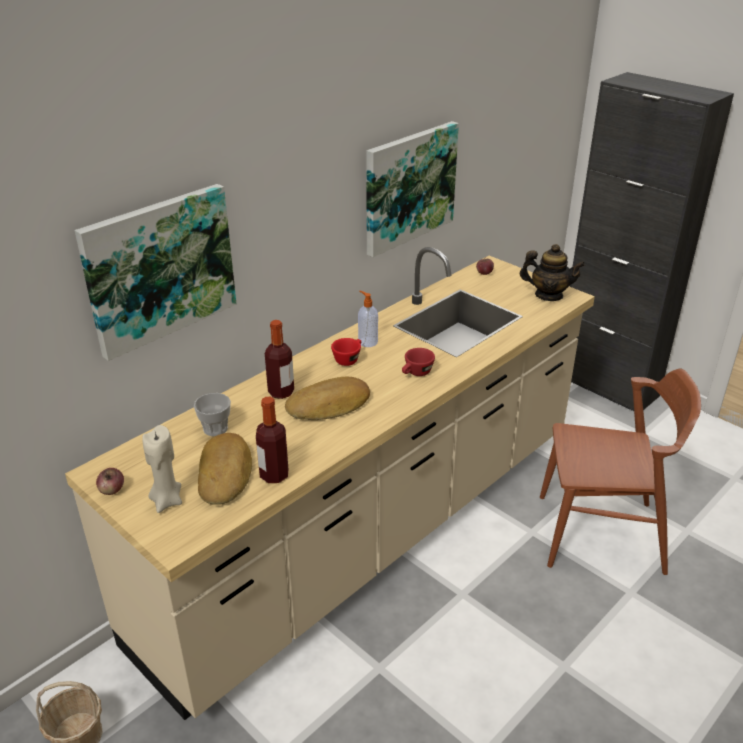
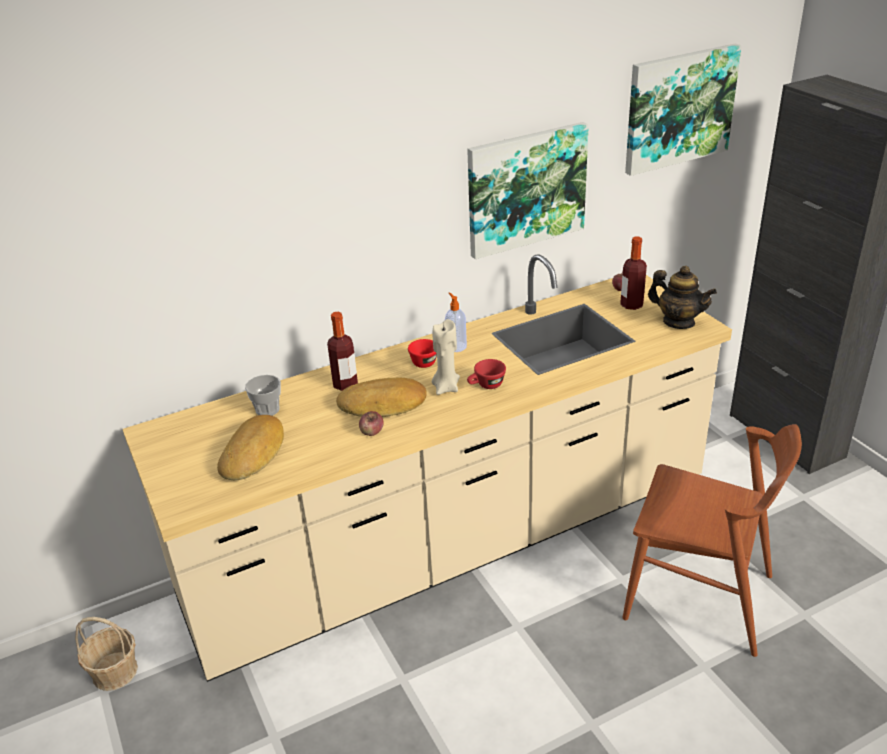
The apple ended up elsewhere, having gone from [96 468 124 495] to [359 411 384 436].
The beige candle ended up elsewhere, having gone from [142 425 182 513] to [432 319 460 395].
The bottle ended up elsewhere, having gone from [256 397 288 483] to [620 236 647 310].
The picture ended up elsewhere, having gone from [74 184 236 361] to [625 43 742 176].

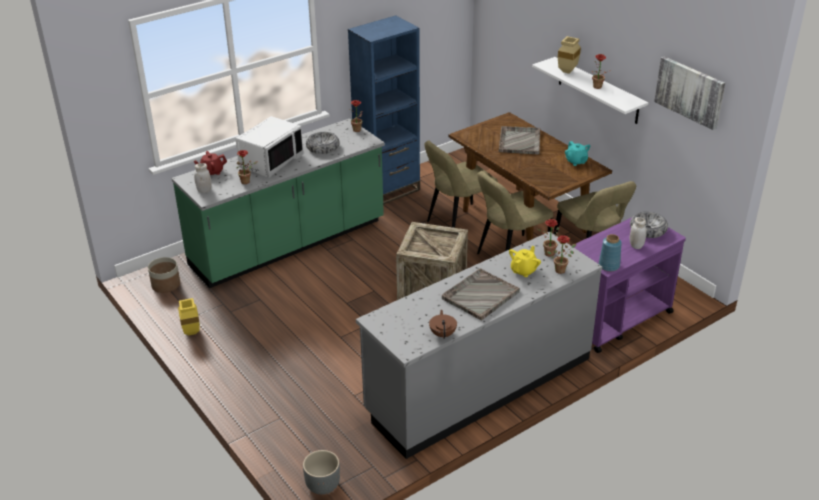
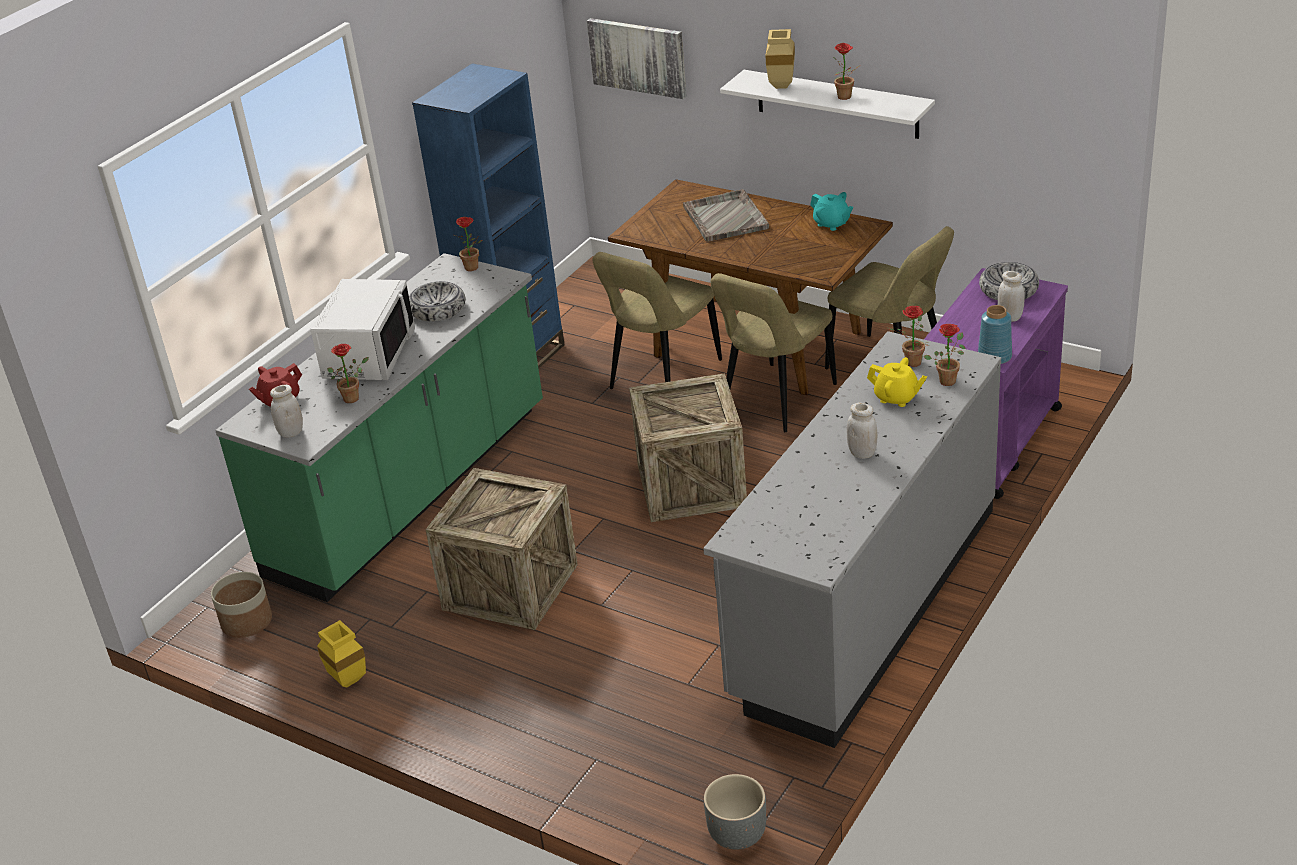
The second view gained the crate at [425 468 578 630].
The picture ended up elsewhere, having gone from [654 56 725 130] to [587 18 687 99].
Where the grey tray stood at [442 268 520 321], the white jar came to stand at [847 403 877 459].
The yellow teapot at [509 246 541 277] ended up facing another way, 105 degrees clockwise from before.
The second view lost the brown teapot at [429 310 457 339].

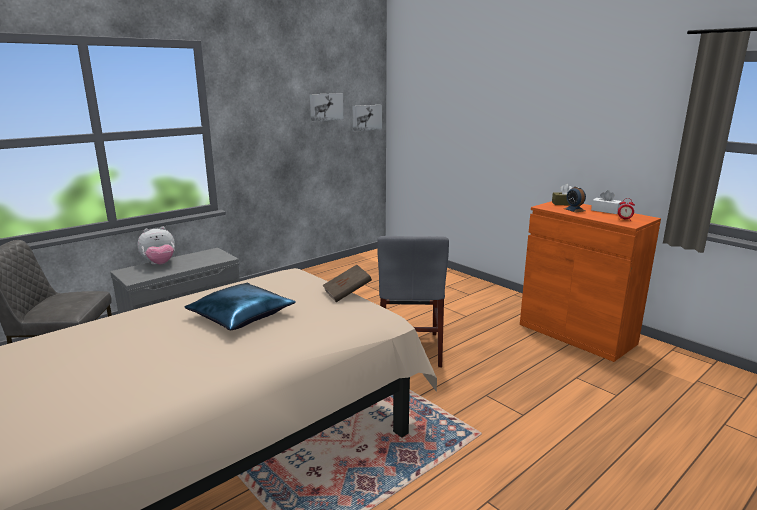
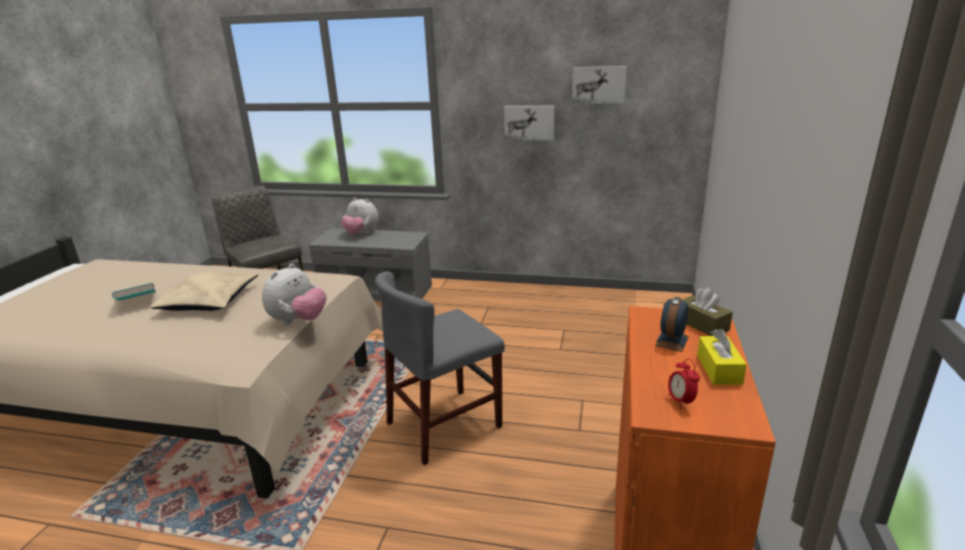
The second view gained the turquoise book at [112 283 156 300].
What was the blue pillow at [184 283 296 330] turned into the beige pillow at [150 272 259 311].
Where the brown book stood at [322 265 372 302], the plush toy came to stand at [262 263 326 325].
The picture ended up elsewhere, having gone from [353 105 382 132] to [504 106 554 141].
What was the white tissue box at [591 190 622 214] turned into the yellow tissue box at [697 329 747 385].

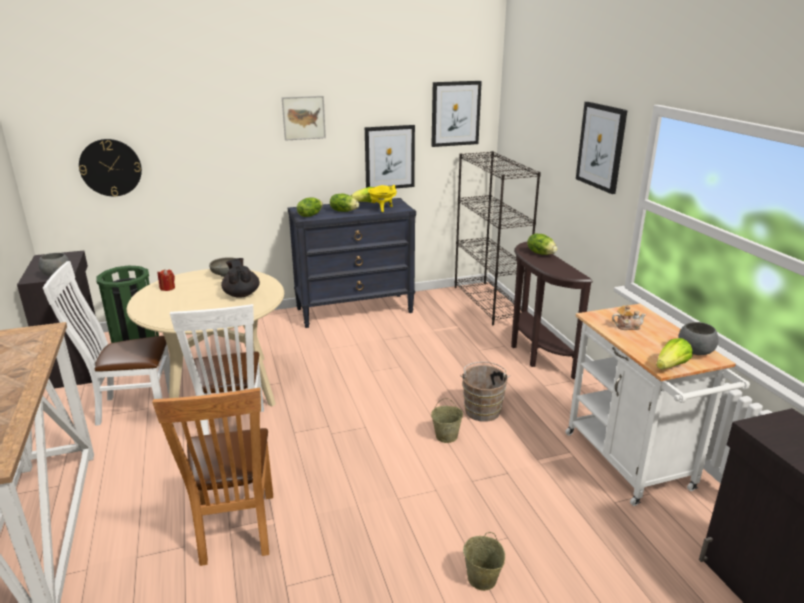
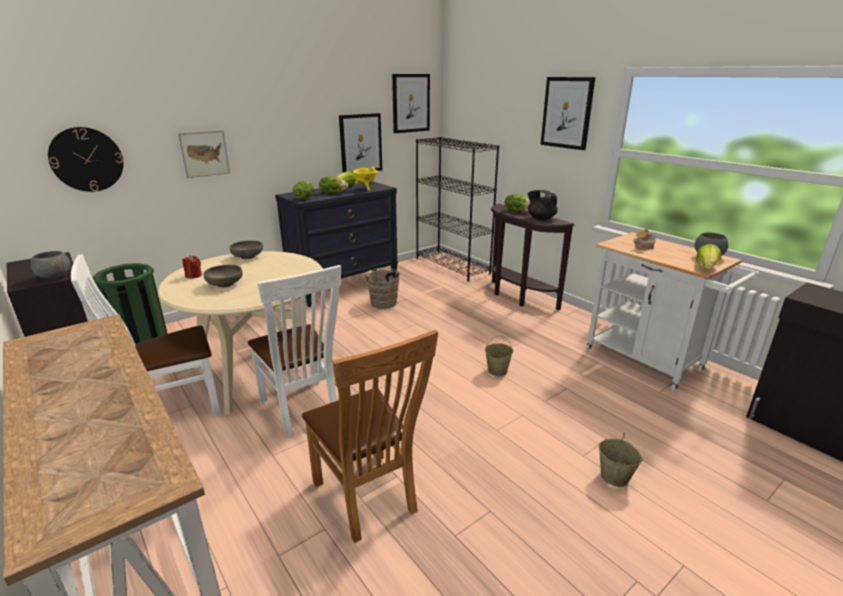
The picture ended up elsewhere, having gone from [282 96 326 141] to [178 130 230 178].
The second view gained the grey bowl at [203 265 243 288].
The brown bucket ended up elsewhere, having gone from [460 362 510 422] to [365 268 401 309].
The black teapot ended up elsewhere, having gone from [221 258 260 298] to [528 190 558 220].

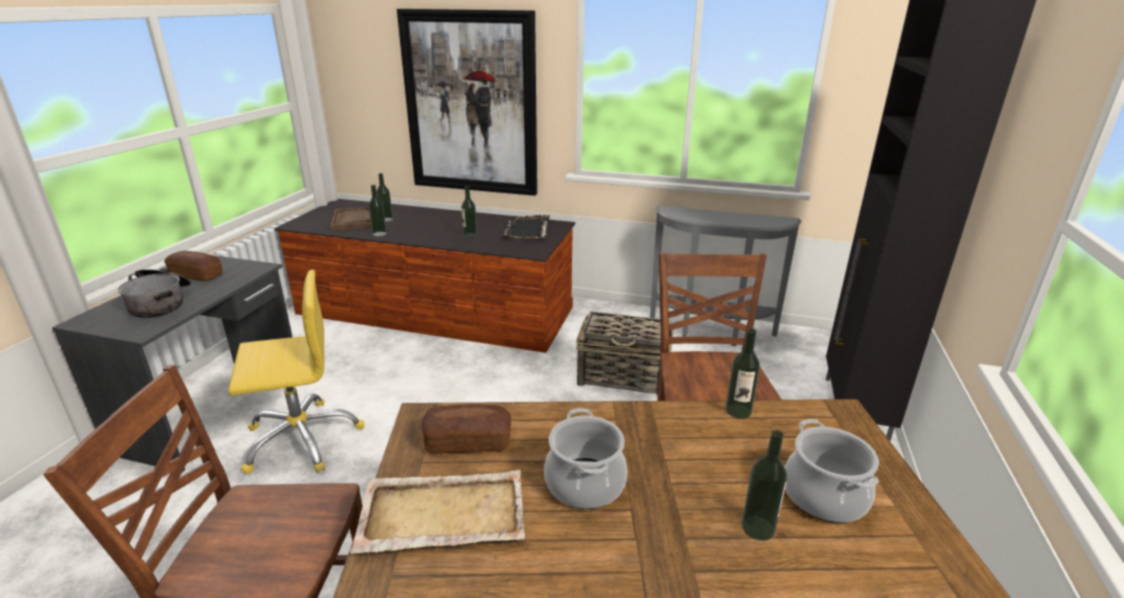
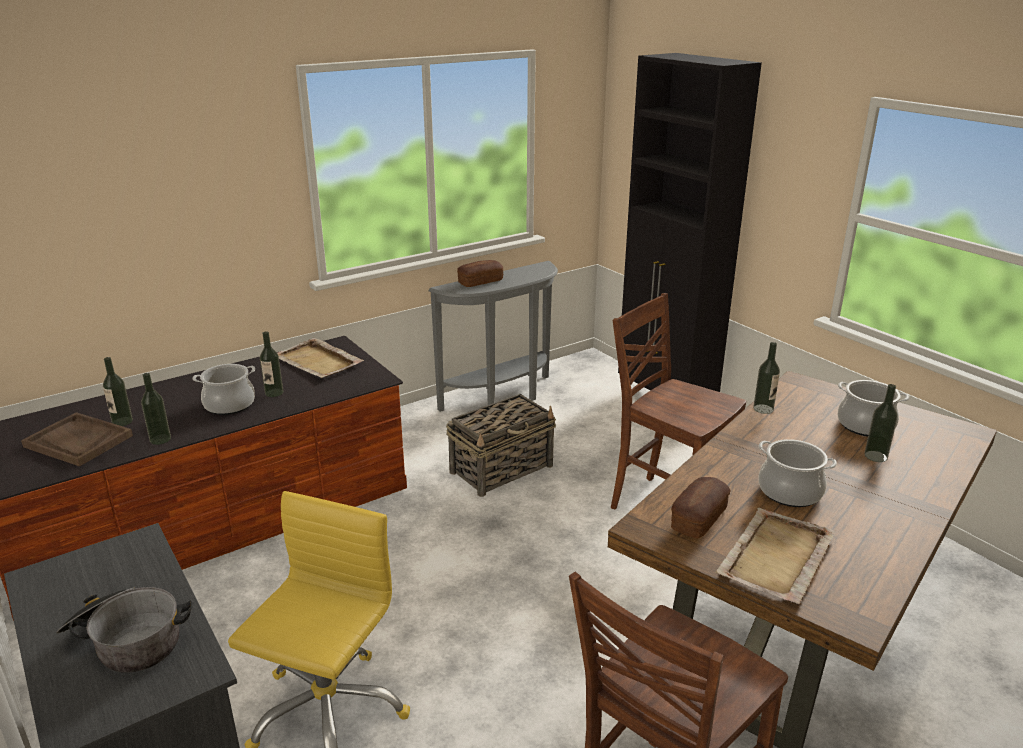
The second view gained the cooking pot at [193 364 255 415].
What was the black tray at [503 215 550 239] turned into the beige tray at [278 338 364 378].
The bread ended up elsewhere, having gone from [164 251 223 281] to [457 260 503 287].
The second view lost the picture at [397 9 537 196].

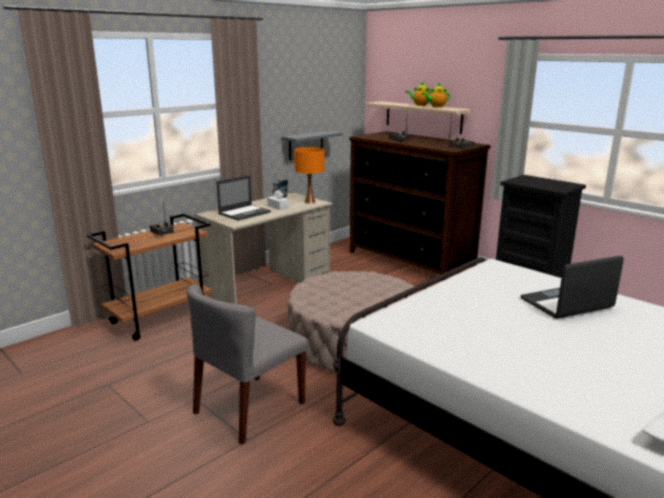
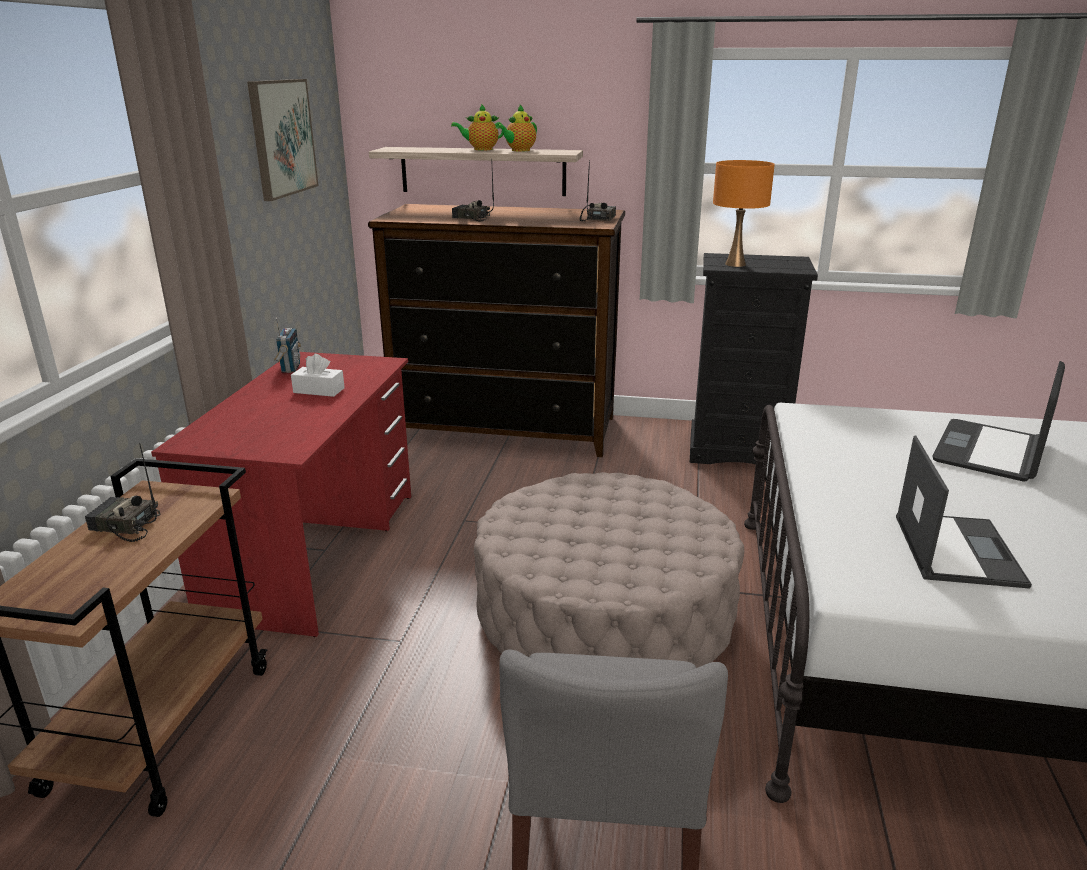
What was the beige desk at [195 192 333 304] turned into the red desk at [151 352 411 637].
The second view gained the picture at [247 79 319 201].
The orange table lamp ended up elsewhere, having gone from [294 147 324 203] to [713 160 775 267].
The laptop ended up elsewhere, having gone from [216 175 271 221] to [896 436 1032 589].
The second view lost the grey shelf at [282 130 343 160].

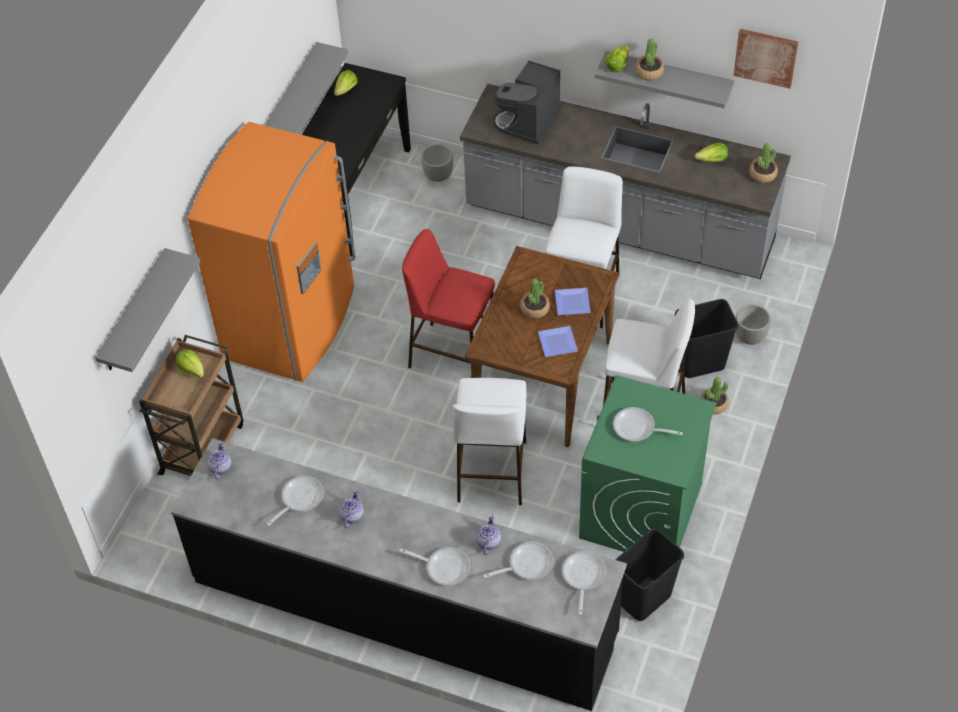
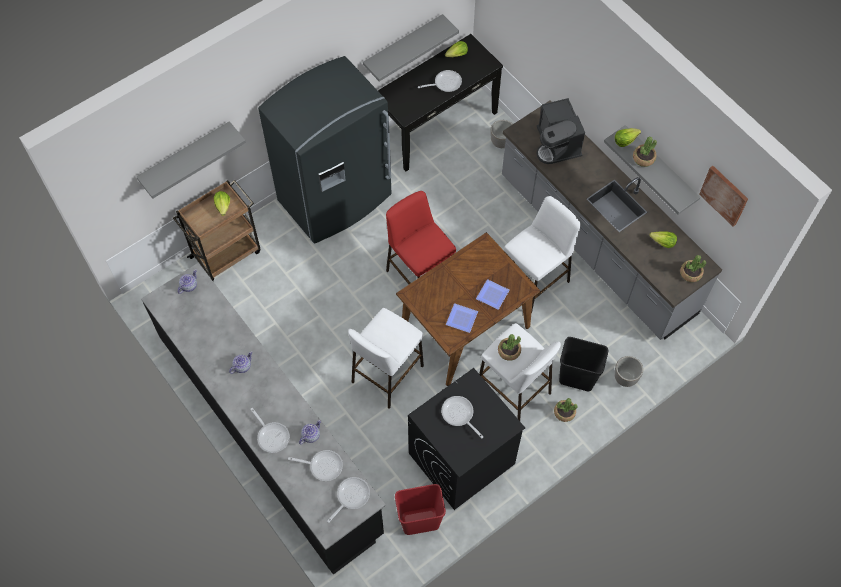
What was the orange fridge at [188 122 355 382] turned into the grey fridge at [258 56 392 244].
What was the black trash can at [615 529 684 621] turned into the red trash can at [395 484 446 535].
What was the green washing machine at [579 375 717 552] turned into the black washing machine at [408 368 525 510].
The frying pan ended up elsewhere, having gone from [266 476 324 526] to [418 70 462 92].
The potted plant ended up elsewhere, having gone from [520 279 550 319] to [498 334 521 361].
The coffee machine at [493 60 564 145] ended up facing another way, 75 degrees counterclockwise from before.

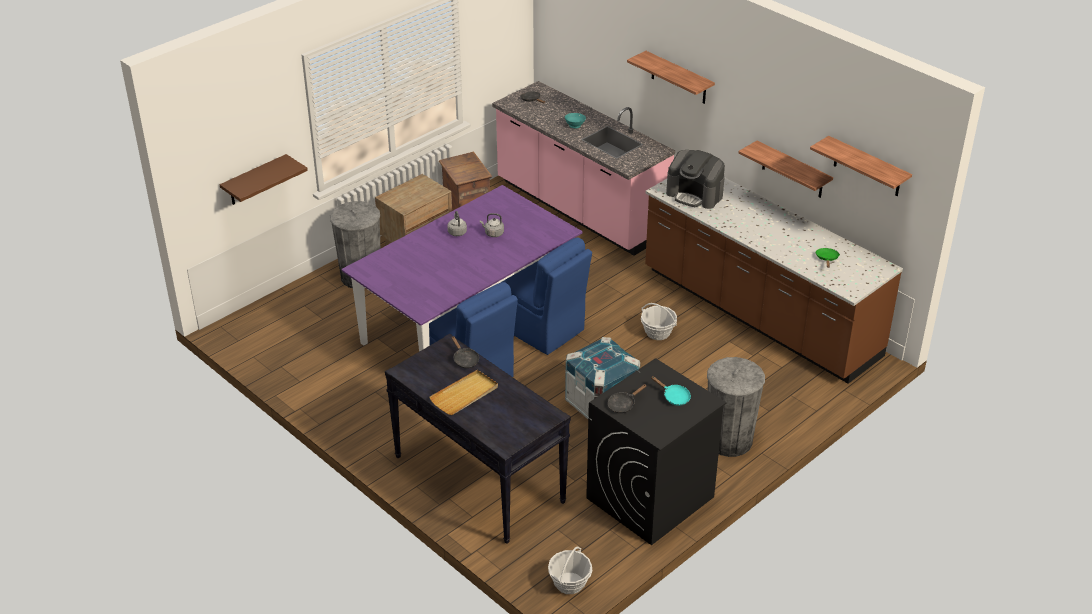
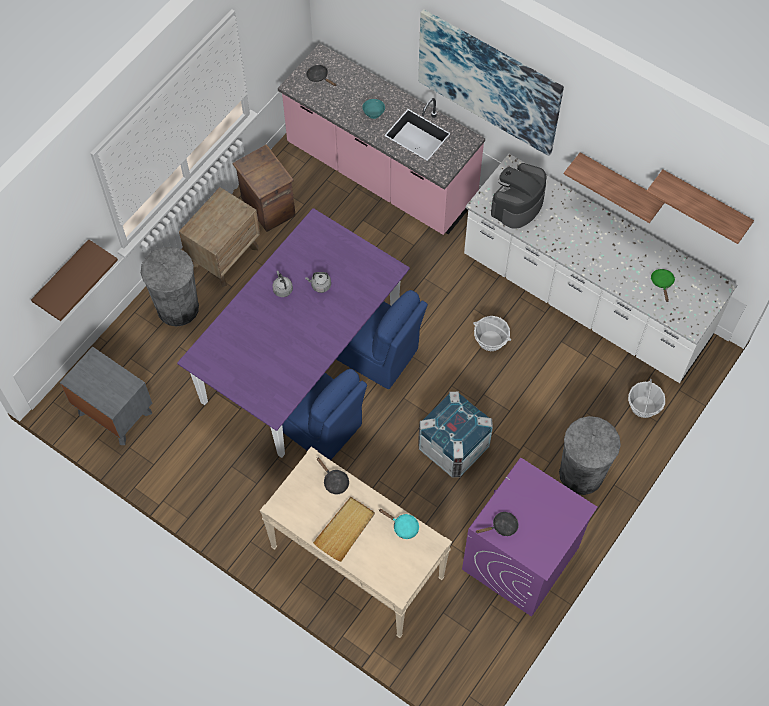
The second view gained the grey nightstand at [60 346 152 445].
What was the black console table at [385 334 571 544] turned into the beige console table at [260 447 452 638].
The turquoise frying pan ended up elsewhere, having gone from [651 376 691 406] to [379 509 419 539].
Where the shelf hung at [627 51 715 104], the picture came to hang at [418 9 564 156].
What was the black washing machine at [586 358 726 545] turned into the purple washing machine at [462 457 598 617].
What was the brown counter at [645 178 903 384] turned into the white counter at [464 154 737 383].
The black frying pan at [608 384 647 413] ended up facing another way, 150 degrees counterclockwise from before.
The coffee machine at [666 150 725 209] ended up facing another way, 105 degrees clockwise from before.
The basket ended up elsewhere, having gone from [548 547 592 594] to [628 379 665 418].

